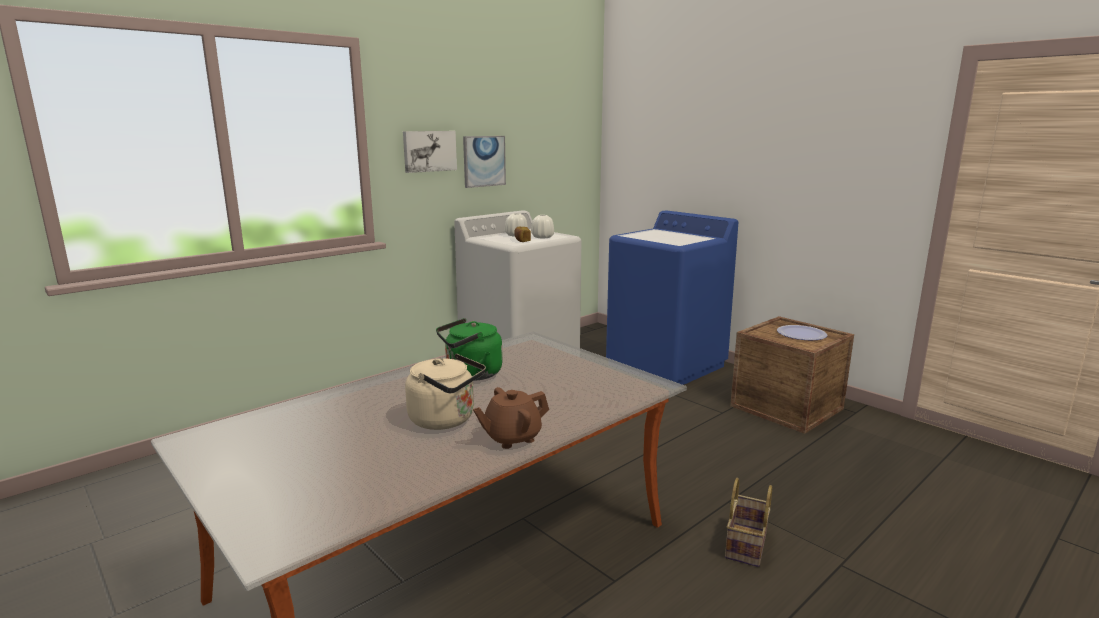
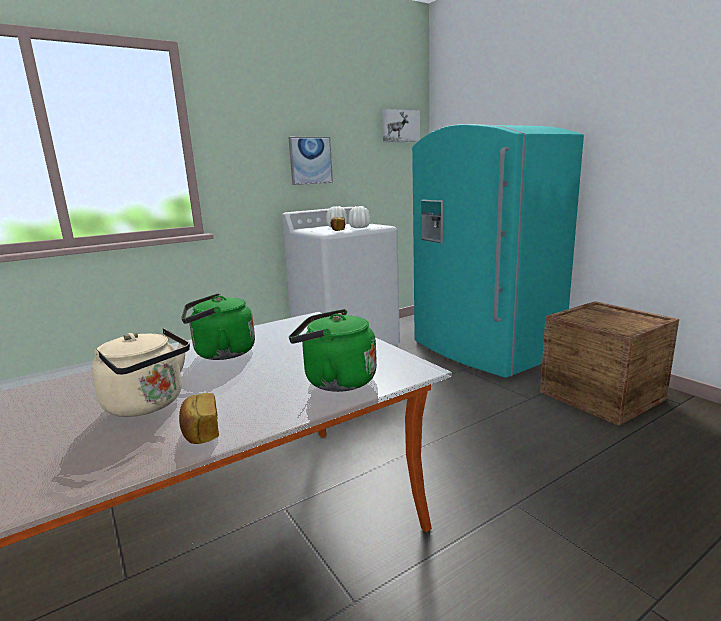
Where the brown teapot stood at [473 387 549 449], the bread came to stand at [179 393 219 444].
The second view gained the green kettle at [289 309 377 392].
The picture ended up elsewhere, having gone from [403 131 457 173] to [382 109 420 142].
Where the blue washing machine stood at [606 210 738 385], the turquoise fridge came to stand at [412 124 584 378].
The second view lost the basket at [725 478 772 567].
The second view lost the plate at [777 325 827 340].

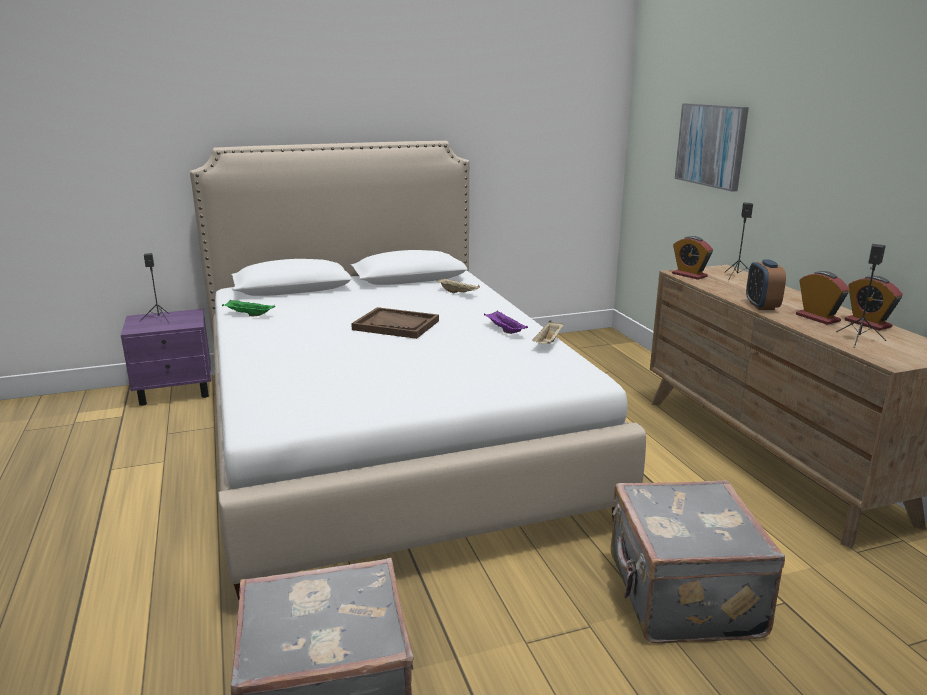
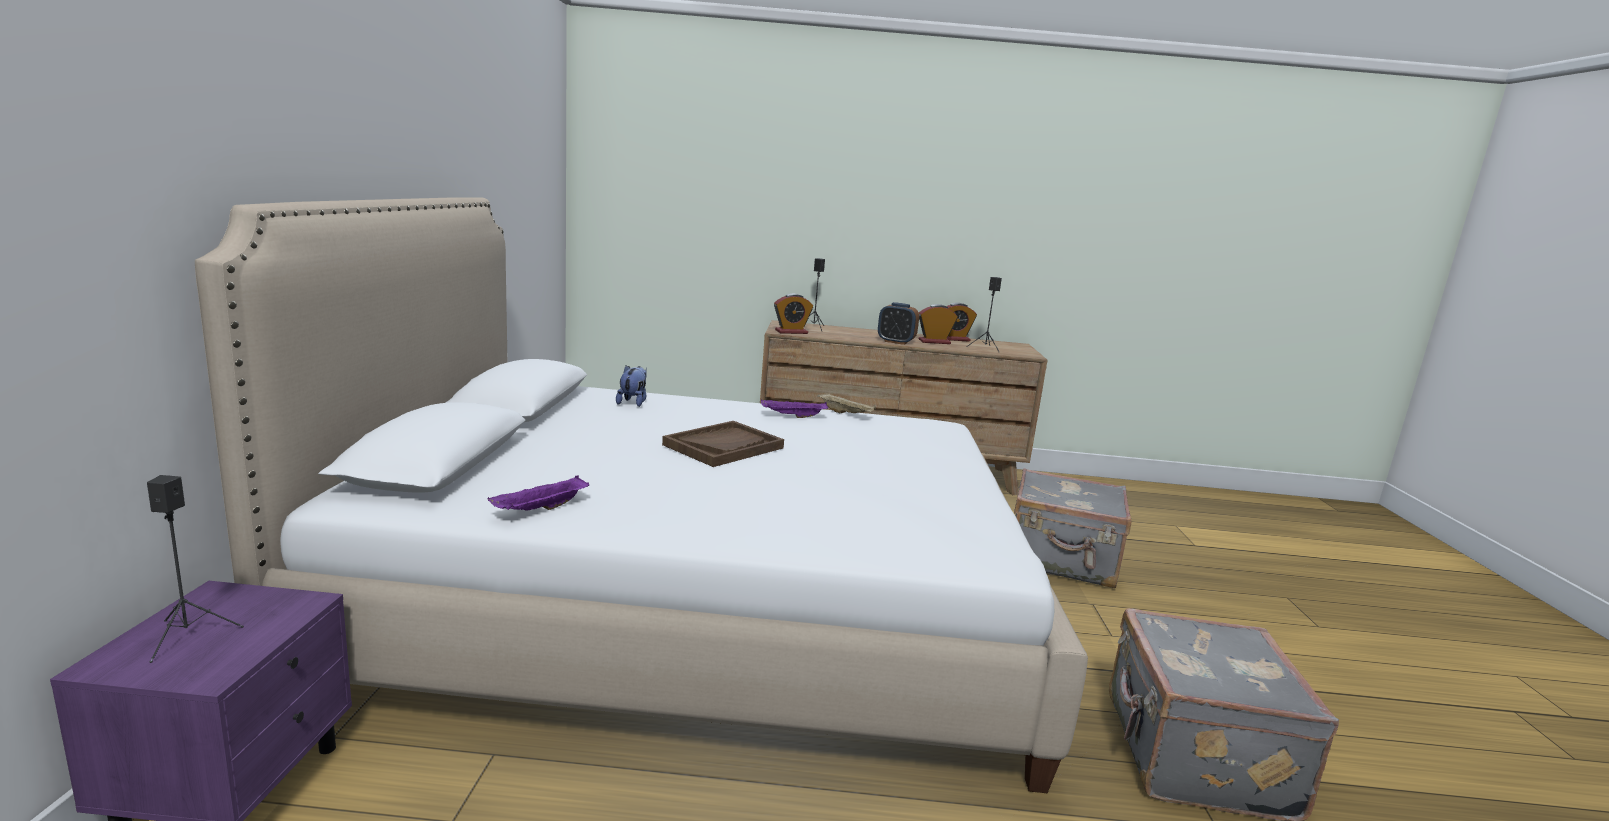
What was the green tray at [222 299 275 317] turned into the purple tray at [488 475 589 510].
Where the beige tray stood at [436 278 480 293], the plush toy came to stand at [616 365 647 407].
The second view lost the picture at [675 103 749 192].

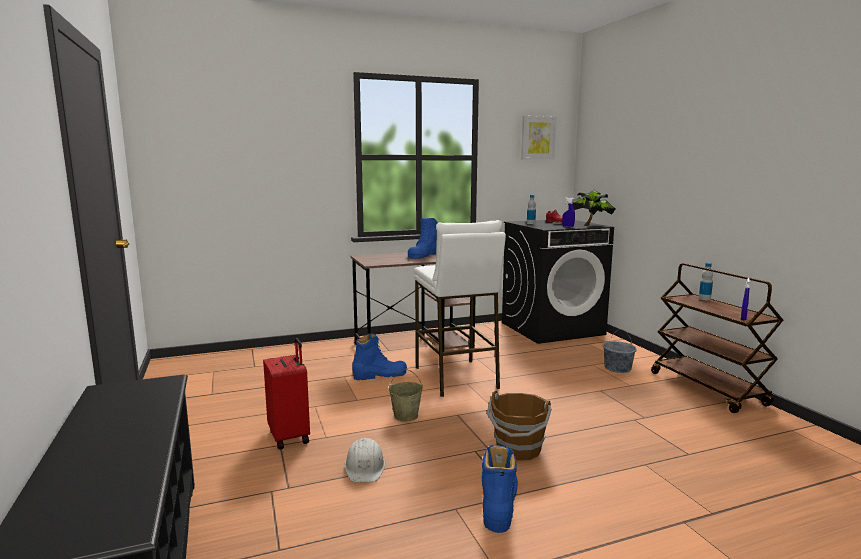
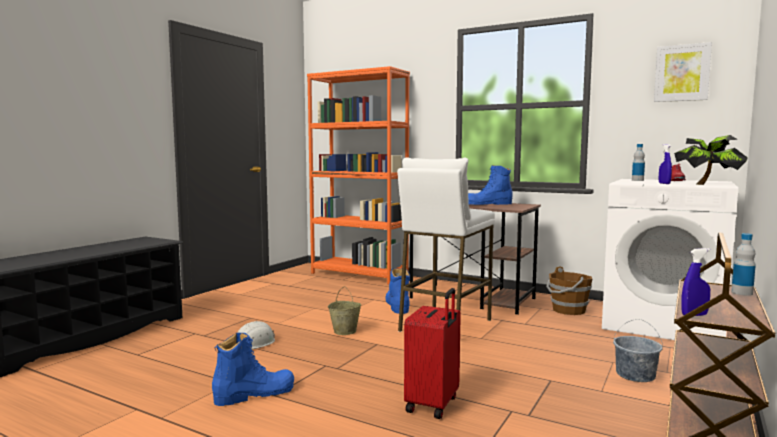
The second view gained the orange bookcase at [307 66 410 284].
The blue boot at [353 334 407 380] ended up facing another way, 135 degrees counterclockwise from before.
The red suitcase ended up elsewhere, having gone from [263 338 310 450] to [404 288 461 419].
The brown bucket ended up elsewhere, having gone from [487 391 552 460] to [546 266 592 315].
What was the black washing machine at [502 220 614 344] turned into the white washing machine at [602 179 738 340].

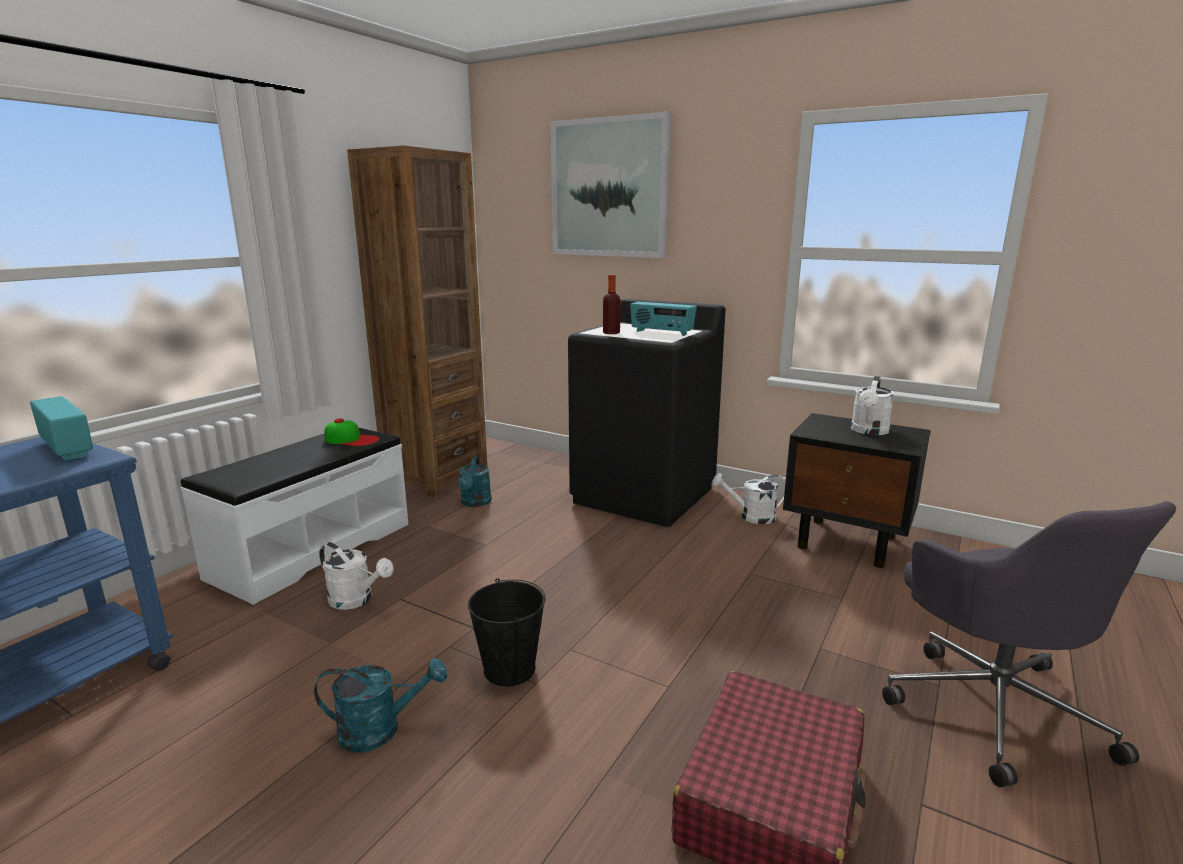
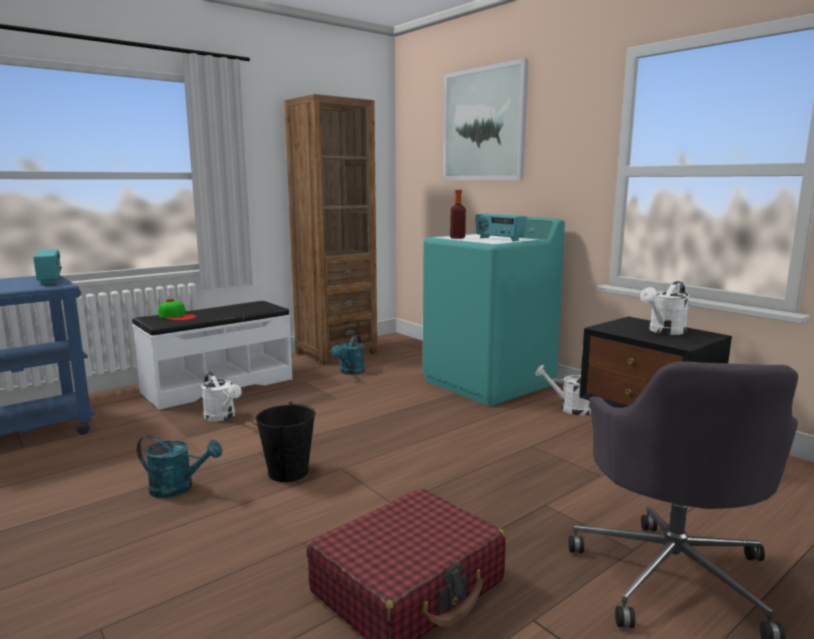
The cap ended up elsewhere, having gone from [324 418 379 446] to [158 299 197 320].
What was the black washing machine at [568 298 726 527] turned into the turquoise washing machine at [423 217 565 406].

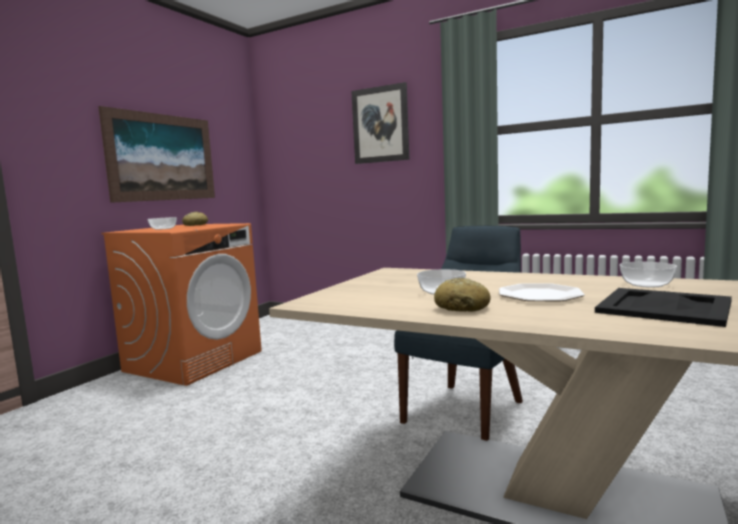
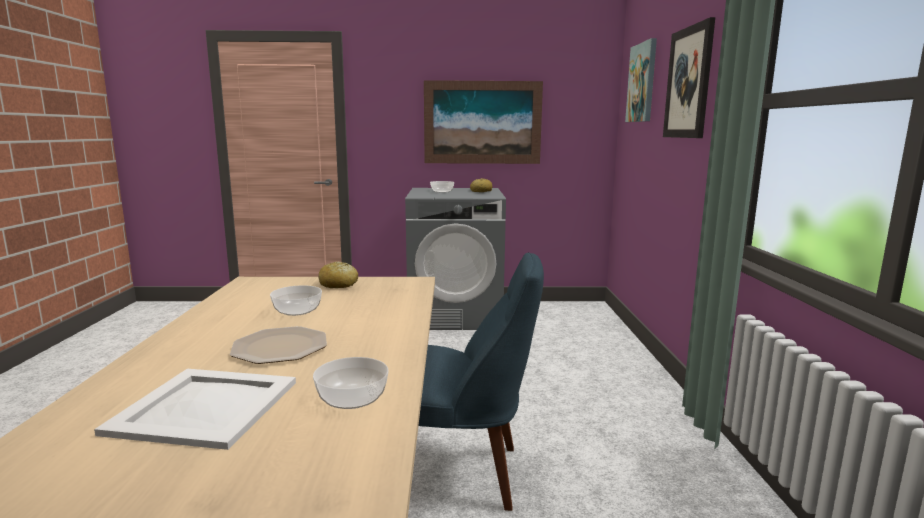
What was the black tray at [595 288 732 327] turned into the white tray at [94 369 296 450].
The bread ended up elsewhere, having gone from [434 278 491 312] to [318 262 358 288].
What was the orange washing machine at [102 223 262 386] turned into the grey washing machine at [405 188 506 330].
The second view gained the picture at [625 38 657 122].

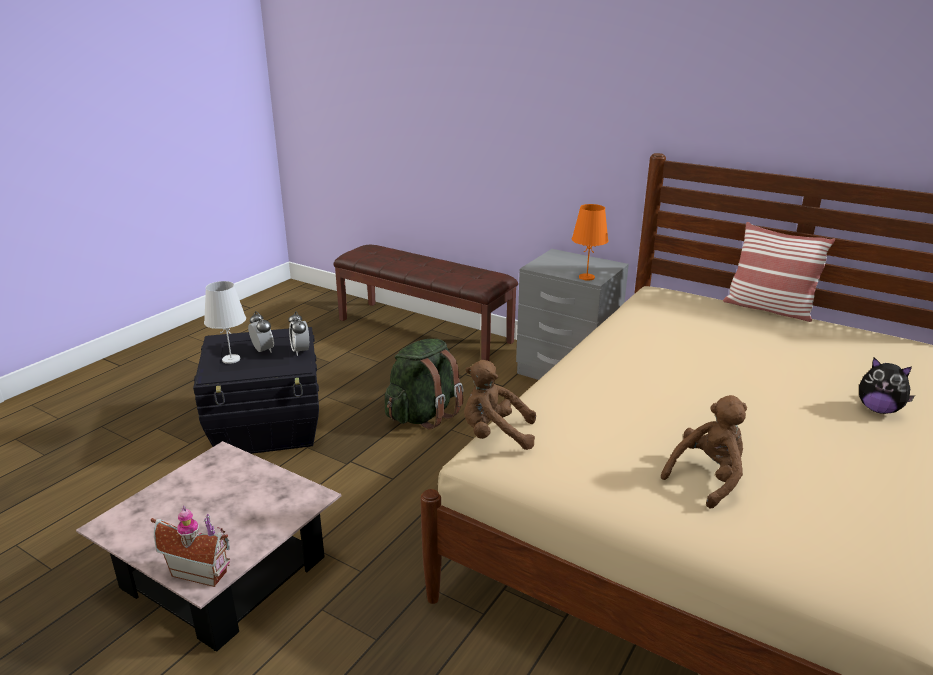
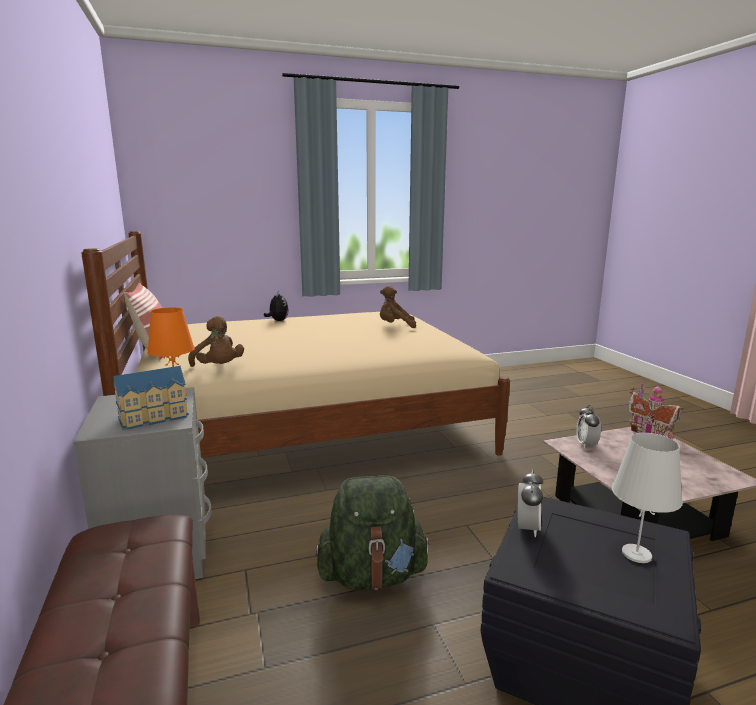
The second view gained the toy house at [113 366 189 430].
The brown plush toy ended up elsewhere, having gone from [464 360 536 450] to [188 316 244 367].
The alarm clock ended up elsewhere, having gone from [248 311 274 353] to [576 405 601 448].

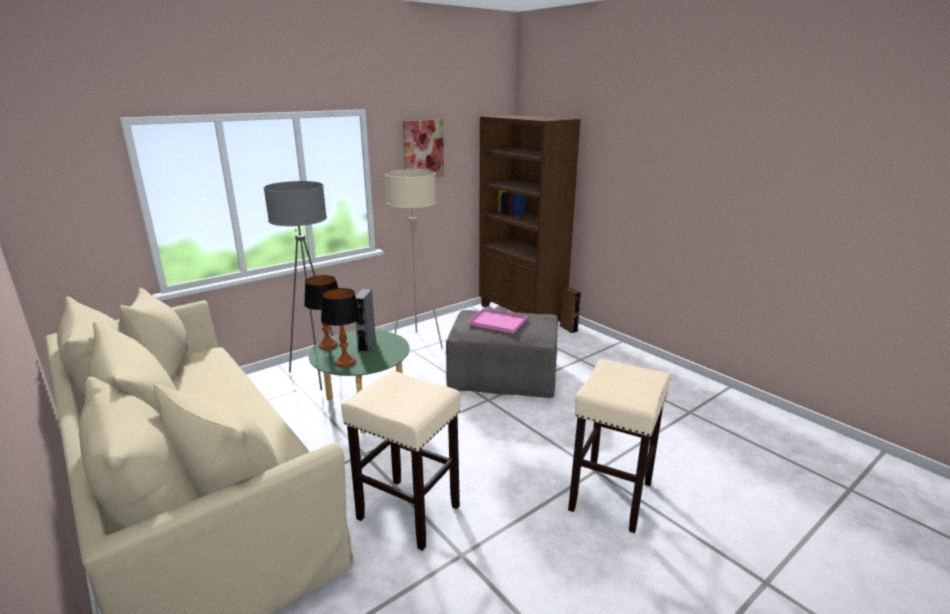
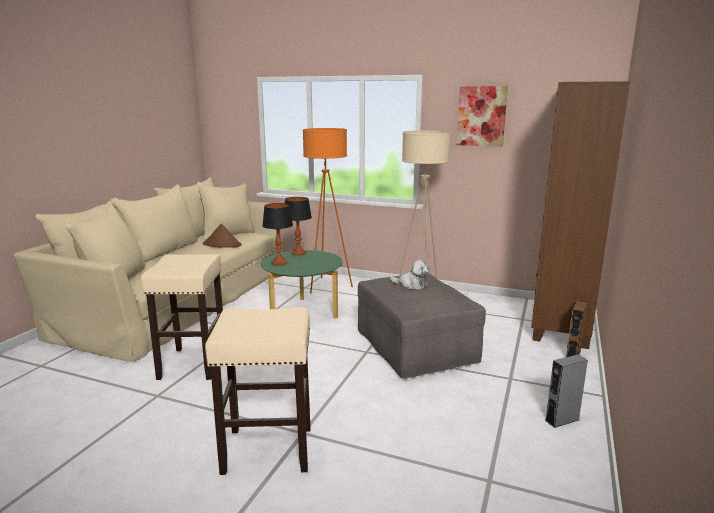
The second view gained the brown hat at [203 223 242 248].
What was the grey floor lamp at [264 181 334 390] turned into the orange floor lamp at [303 128 353 293].
Where the pink tray stood at [468 308 528 334], the plush toy came to stand at [390 260 429 289].
The grey speaker ended up elsewhere, having gone from [355 289 376 352] to [545 354 588 428].

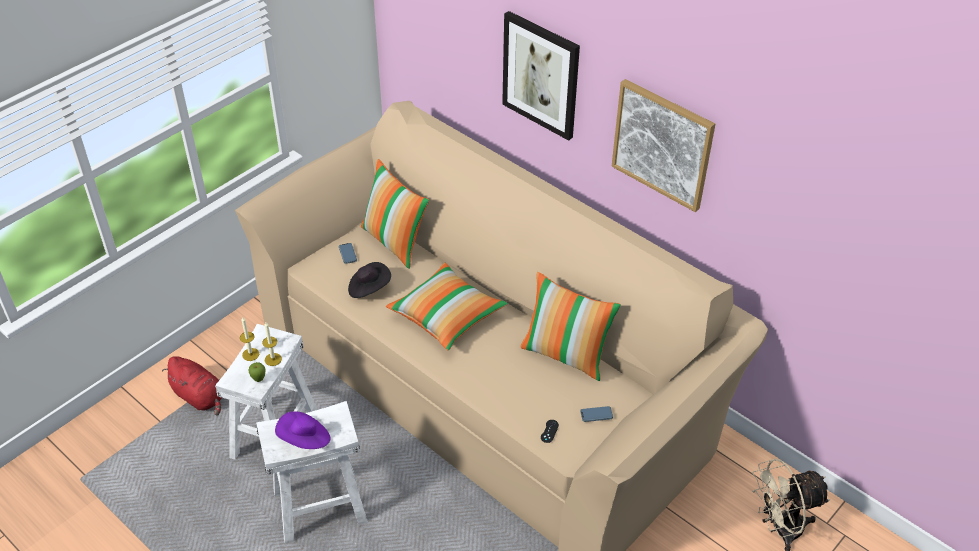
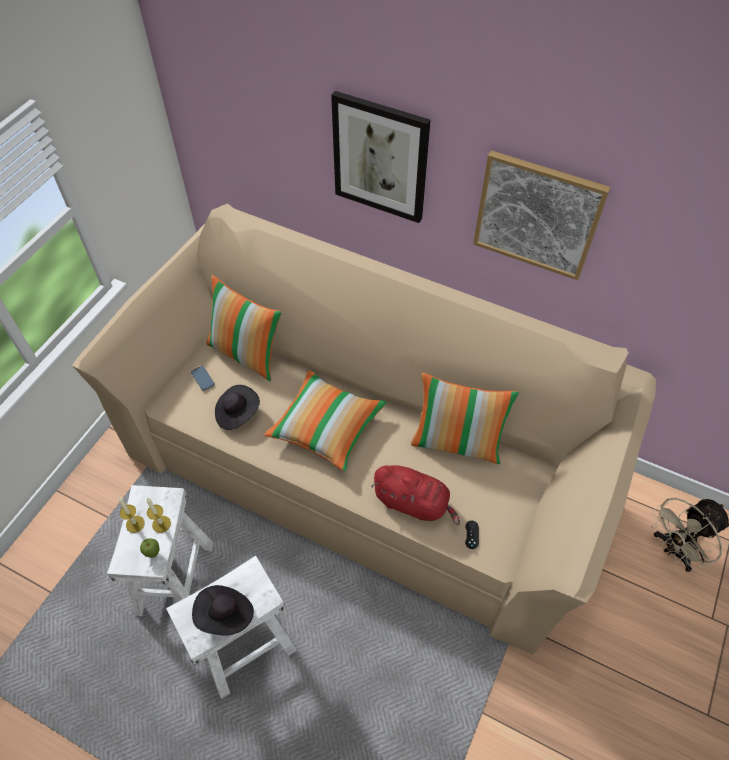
What was the purple hat at [275 412 331 449] turned into the black hat at [192 585 254 635].
The red plush toy ended up elsewhere, having gone from [162 356 222 416] to [371 465 460 525].
The second view lost the phone at [580 406 613 422].

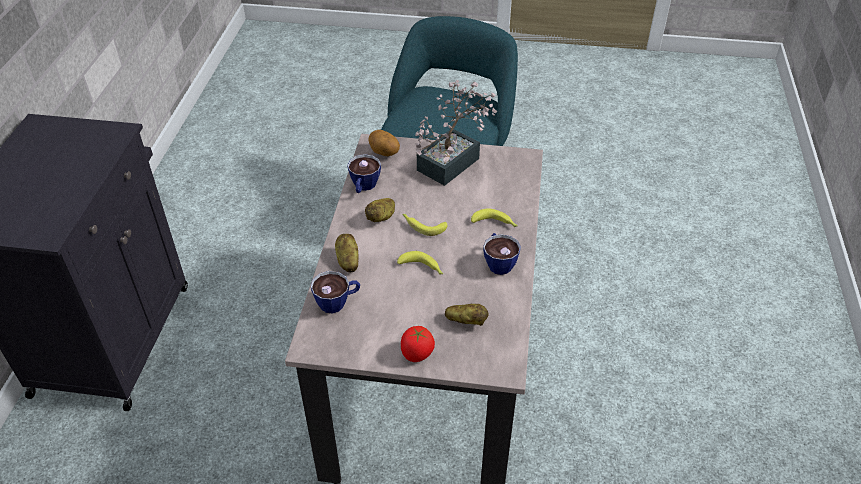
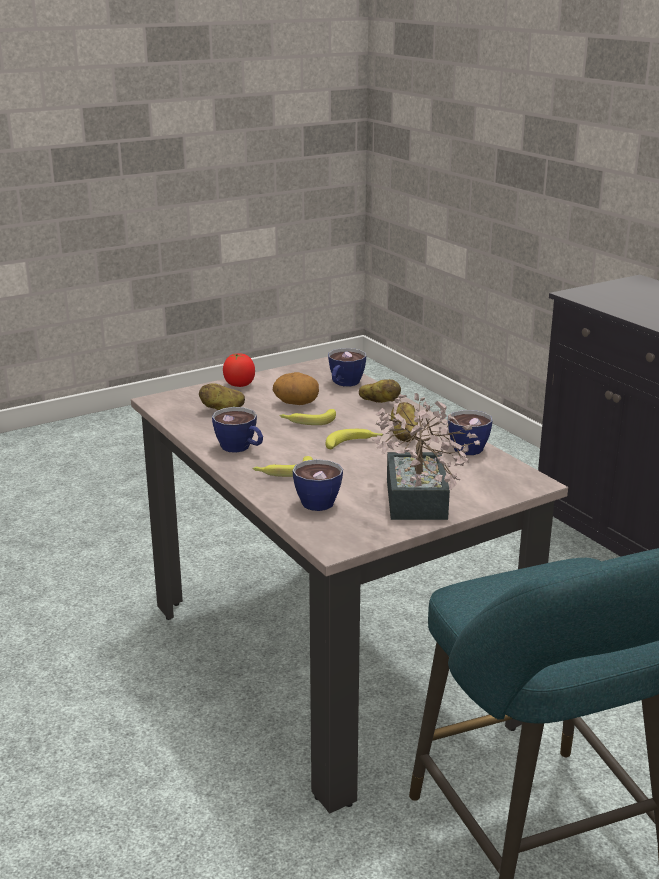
The potato ended up elsewhere, having gone from [369 130 400 156] to [273 372 319 405].
The second view gained the cup at [292 459 343 511].

